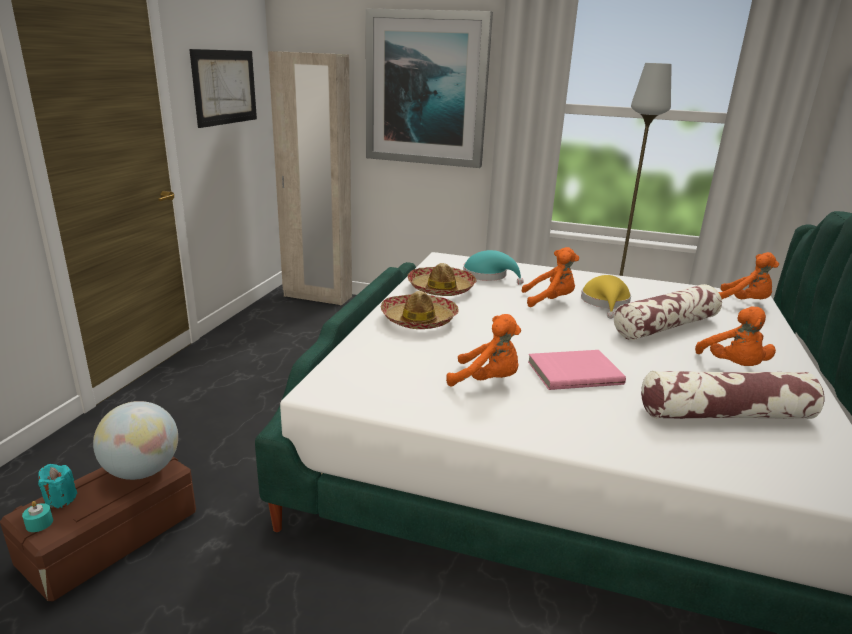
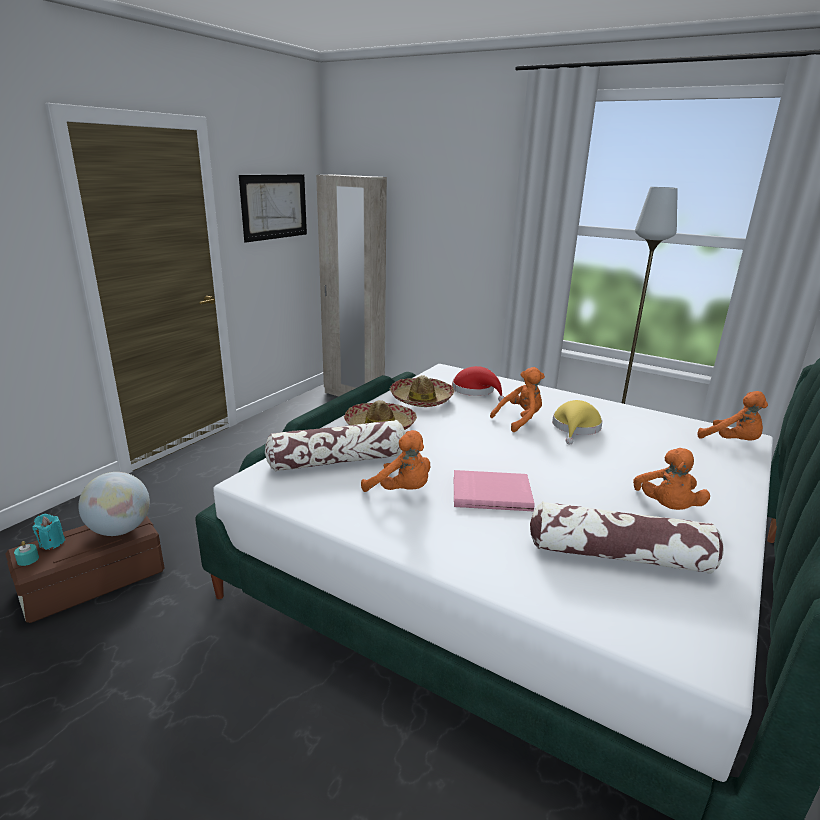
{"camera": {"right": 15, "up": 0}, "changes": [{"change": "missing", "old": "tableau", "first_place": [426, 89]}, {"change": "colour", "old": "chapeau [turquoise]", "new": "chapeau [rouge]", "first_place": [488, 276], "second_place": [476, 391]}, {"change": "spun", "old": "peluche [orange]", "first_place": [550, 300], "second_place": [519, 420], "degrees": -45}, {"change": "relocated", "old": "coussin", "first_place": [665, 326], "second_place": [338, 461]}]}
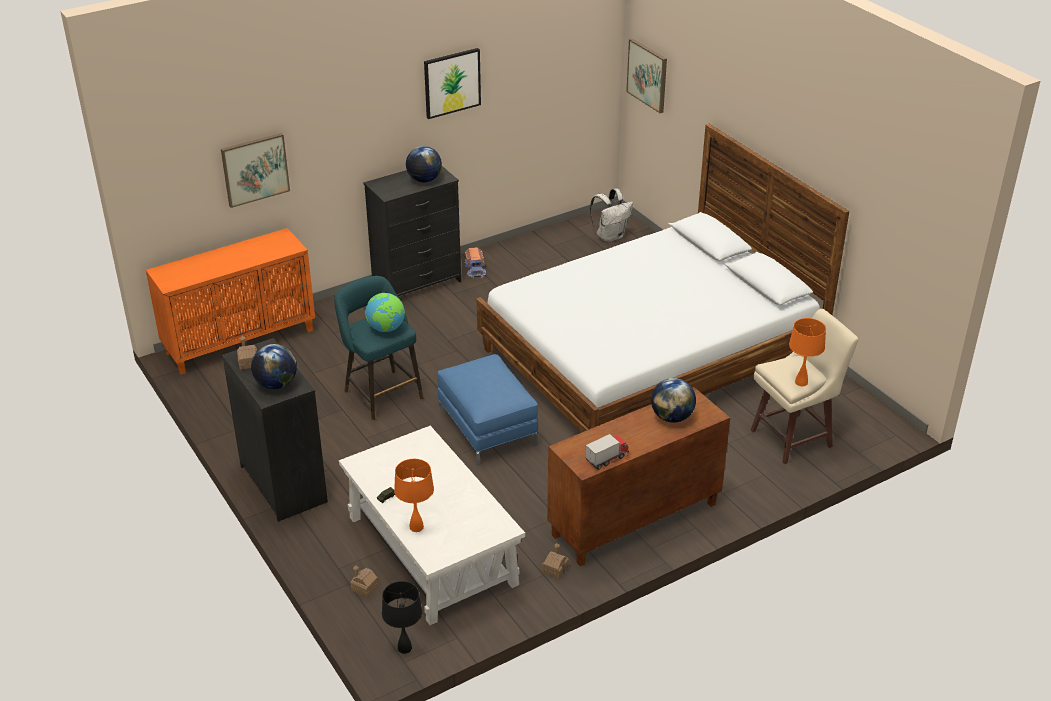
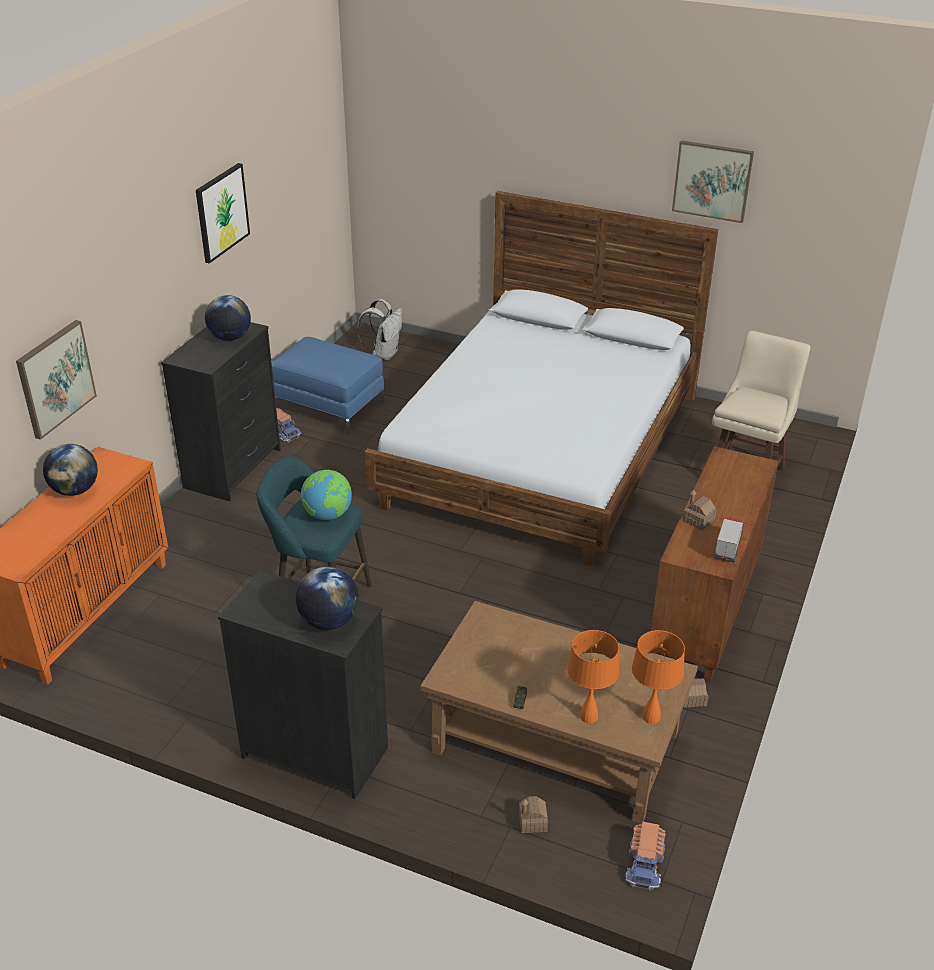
{"camera": {"right": -35, "up": 0}, "changes": [{"change": "relocated", "old": "maison miniature", "first_place": [248, 362], "second_place": [698, 520]}, {"change": "colour", "old": "table basse [blanc]", "new": "table basse [marron]", "first_place": [433, 550], "second_place": [556, 741]}, {"change": "exchanged", "old": "lampe de table [noir]", "new": "camion jouet", "first_place": [405, 648], "second_place": [645, 864]}, {"change": "relocated", "old": "pouf [bleu]", "first_place": [487, 428], "second_place": [328, 406]}, {"change": "relocated", "old": "tableau", "first_place": [647, 75], "second_place": [712, 181]}, {"change": "relocated", "old": "globe", "first_place": [672, 417], "second_place": [75, 490]}, {"change": "relocated", "old": "lampe de table [orange]", "first_place": [801, 382], "second_place": [651, 717]}]}
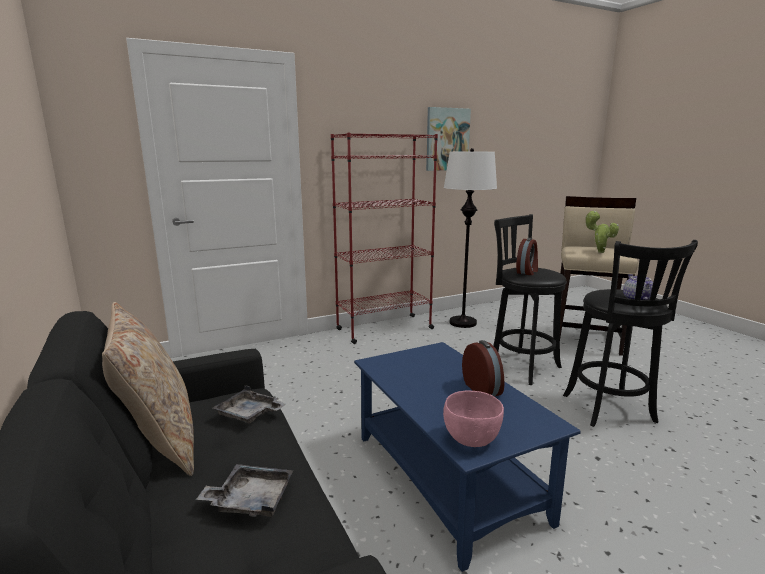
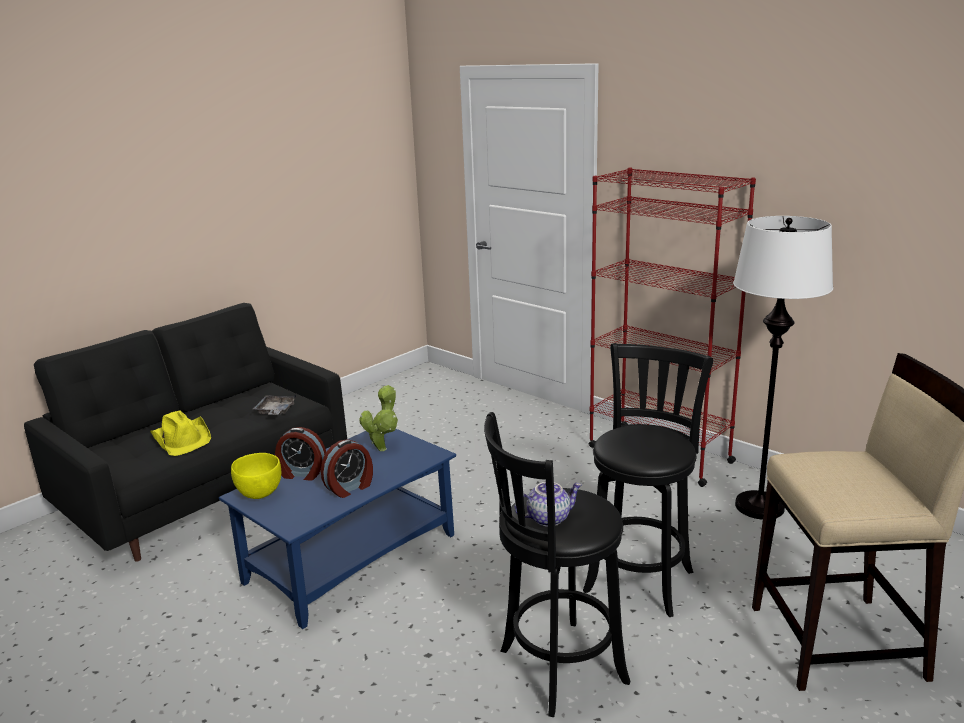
{"camera": {"right": 70, "up": 5}, "changes": [{"change": "missing", "old": "coussin [beige]", "first_place": [159, 440]}, {"change": "exchanged", "old": "plateau [gris]", "new": "chapeau [jaune]", "first_place": [250, 500], "second_place": [182, 439]}, {"change": "missing", "old": "tableau", "first_place": [447, 139]}, {"change": "colour", "old": "bol [rose]", "new": "bol [jaune]", "first_place": [471, 439], "second_place": [259, 493]}, {"change": "relocated", "old": "réveil", "first_place": [527, 272], "second_place": [302, 474]}, {"change": "relocated", "old": "plante en pot", "first_place": [598, 252], "second_place": [383, 448]}]}
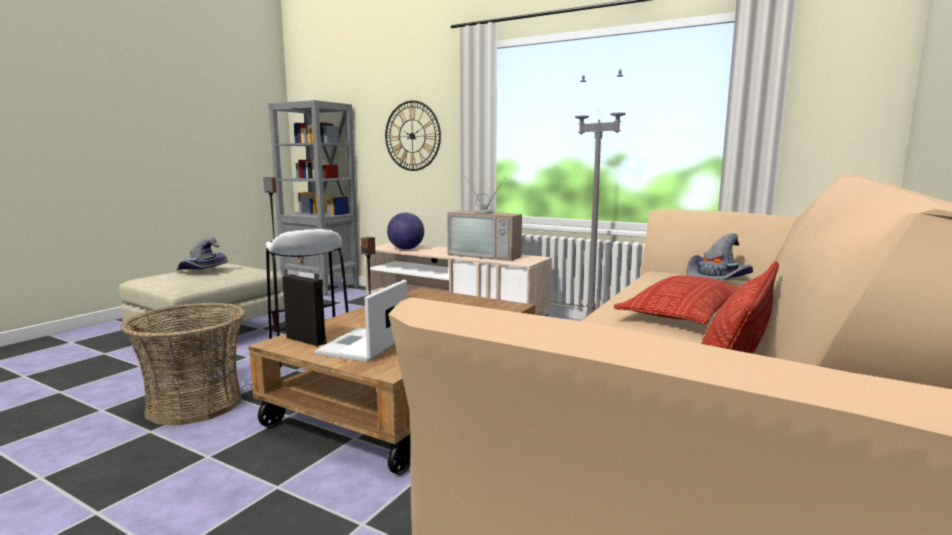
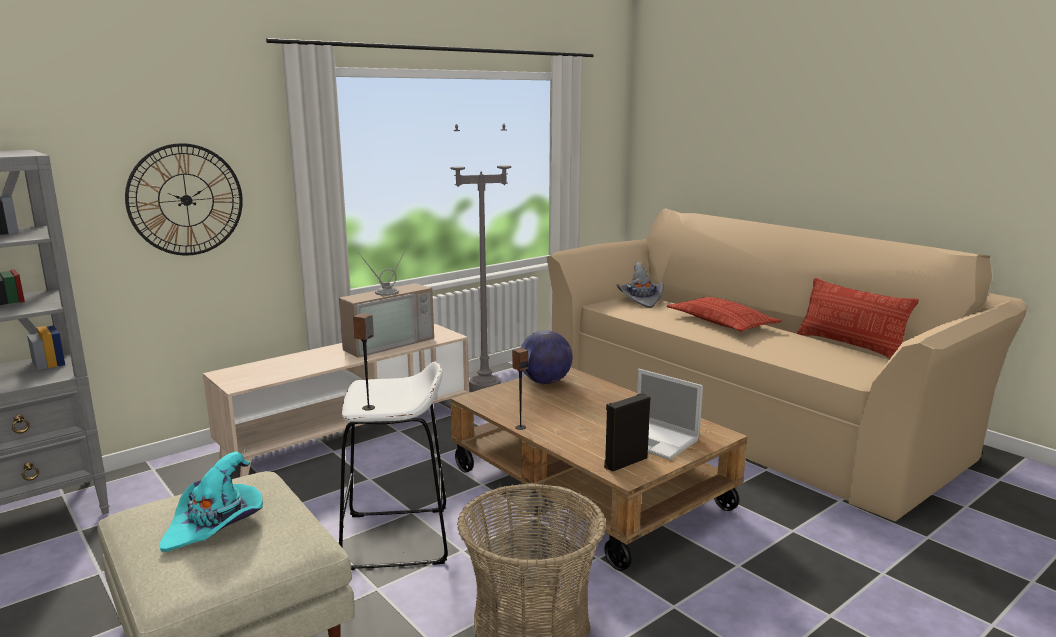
{"camera": {"right": -70, "up": 5}, "changes": [{"change": "colour", "old": "chapeau [gris]", "new": "chapeau [turquoise]", "first_place": [202, 271], "second_place": [216, 525]}, {"change": "relocated", "old": "globe", "first_place": [406, 249], "second_place": [545, 382]}]}
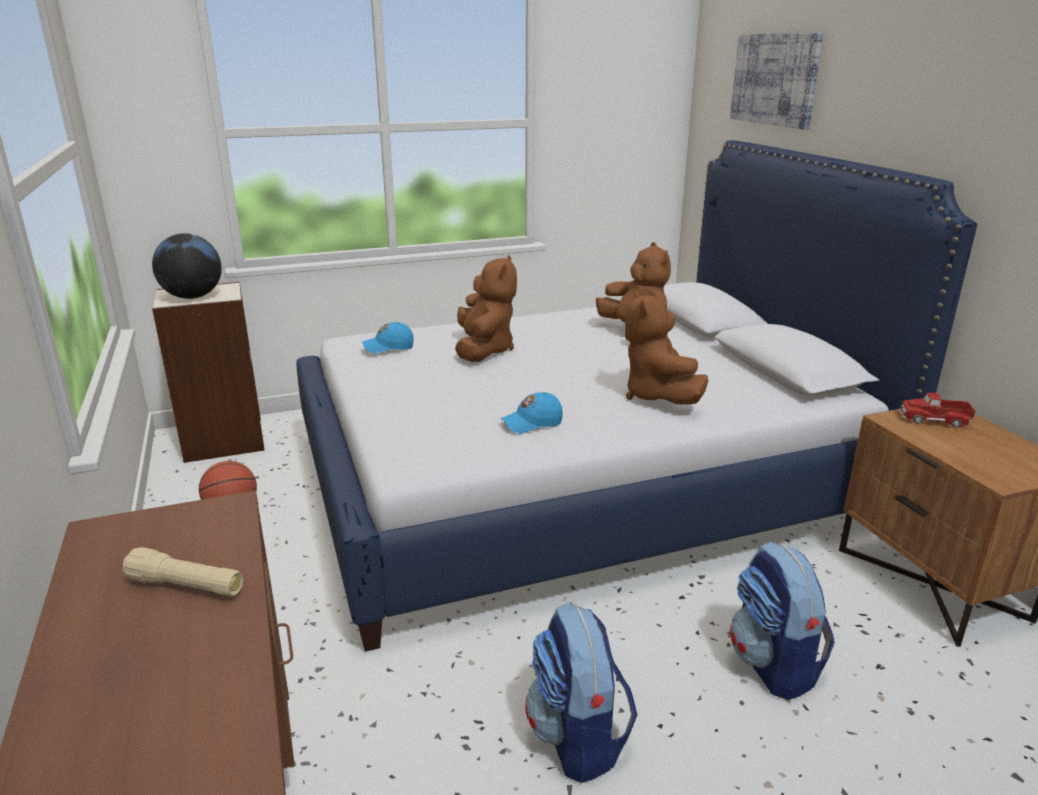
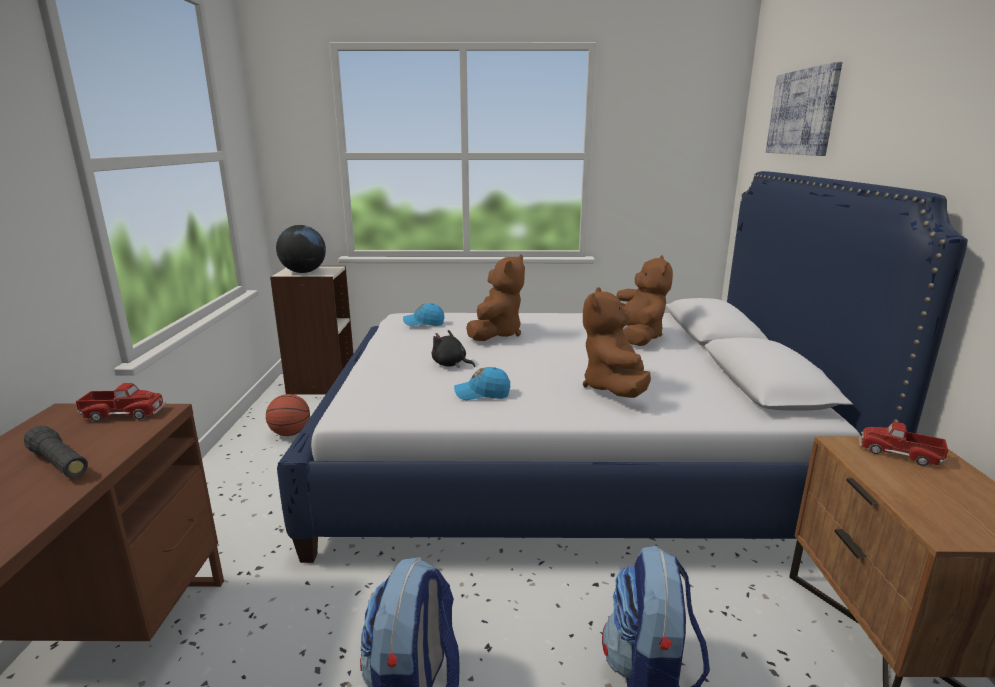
{"camera": {"right": 20, "up": -5}, "changes": [{"change": "colour", "old": "lampe de poche [beige]", "new": "lampe de poche [noir]", "first_place": [186, 586], "second_place": [59, 463]}, {"change": "appeared", "new": "camion jouet", "second_place": [124, 413]}, {"change": "appeared", "new": "peluche [noir]", "second_place": [451, 364]}]}
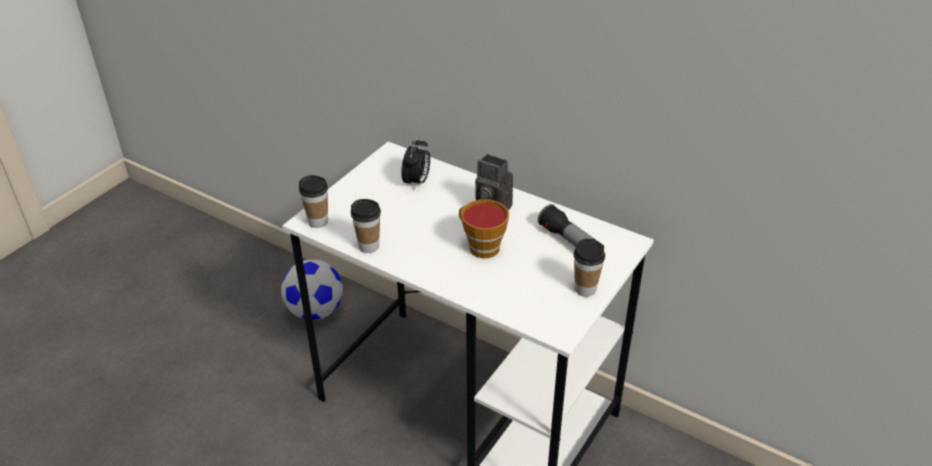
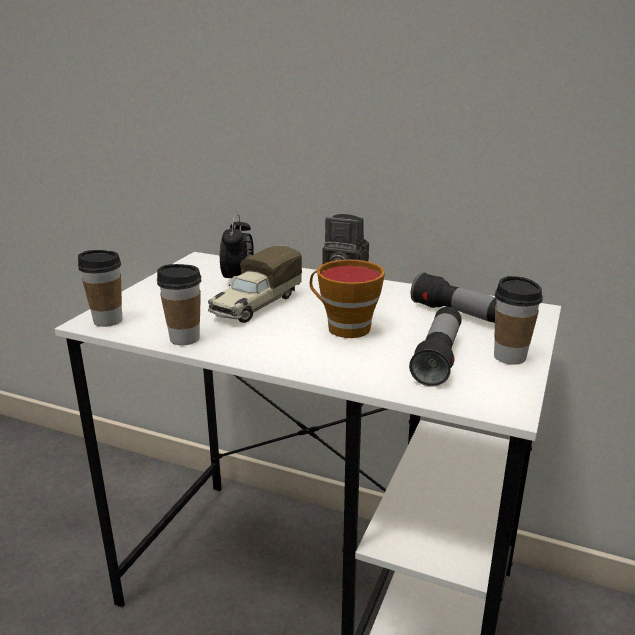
{"camera": {"right": -10, "up": -15}, "changes": [{"change": "missing", "old": "ballon de foot", "first_place": [315, 311]}, {"change": "appeared", "new": "camion jouet", "second_place": [255, 305]}, {"change": "appeared", "new": "lampe de poche", "second_place": [438, 358]}]}
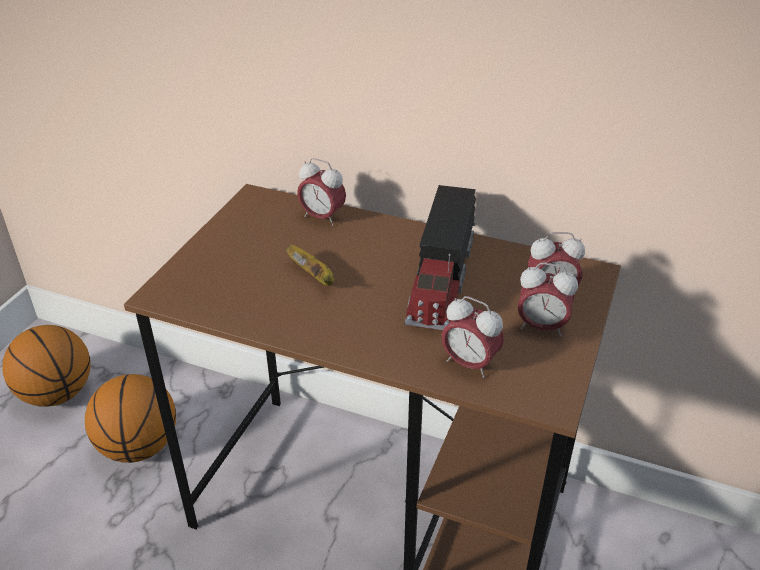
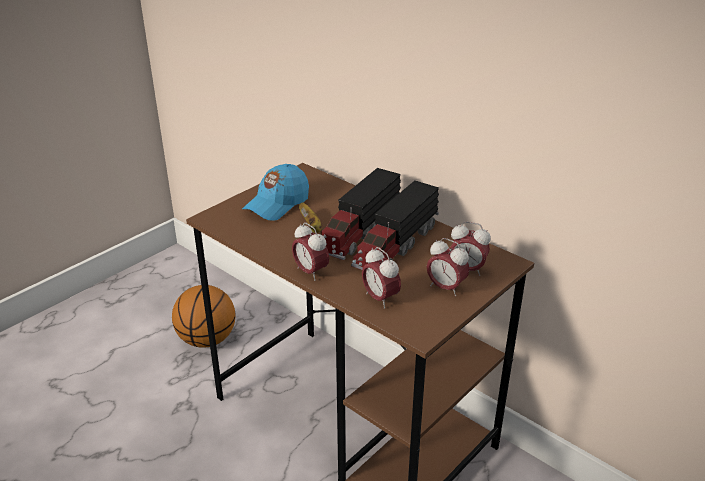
{"camera": {"right": 20, "up": -5}, "changes": [{"change": "missing", "old": "ballon de basket", "first_place": [57, 393]}, {"change": "relocated", "old": "réveil", "first_place": [322, 217], "second_place": [311, 272]}, {"change": "appeared", "new": "casquette [bleu]", "second_place": [277, 204]}, {"change": "appeared", "new": "camion jouet", "second_place": [359, 230]}]}
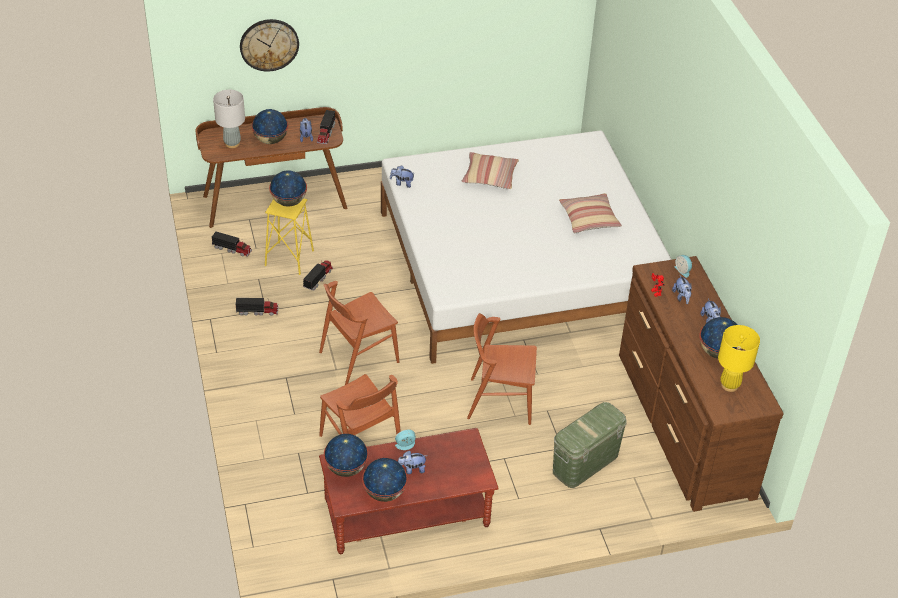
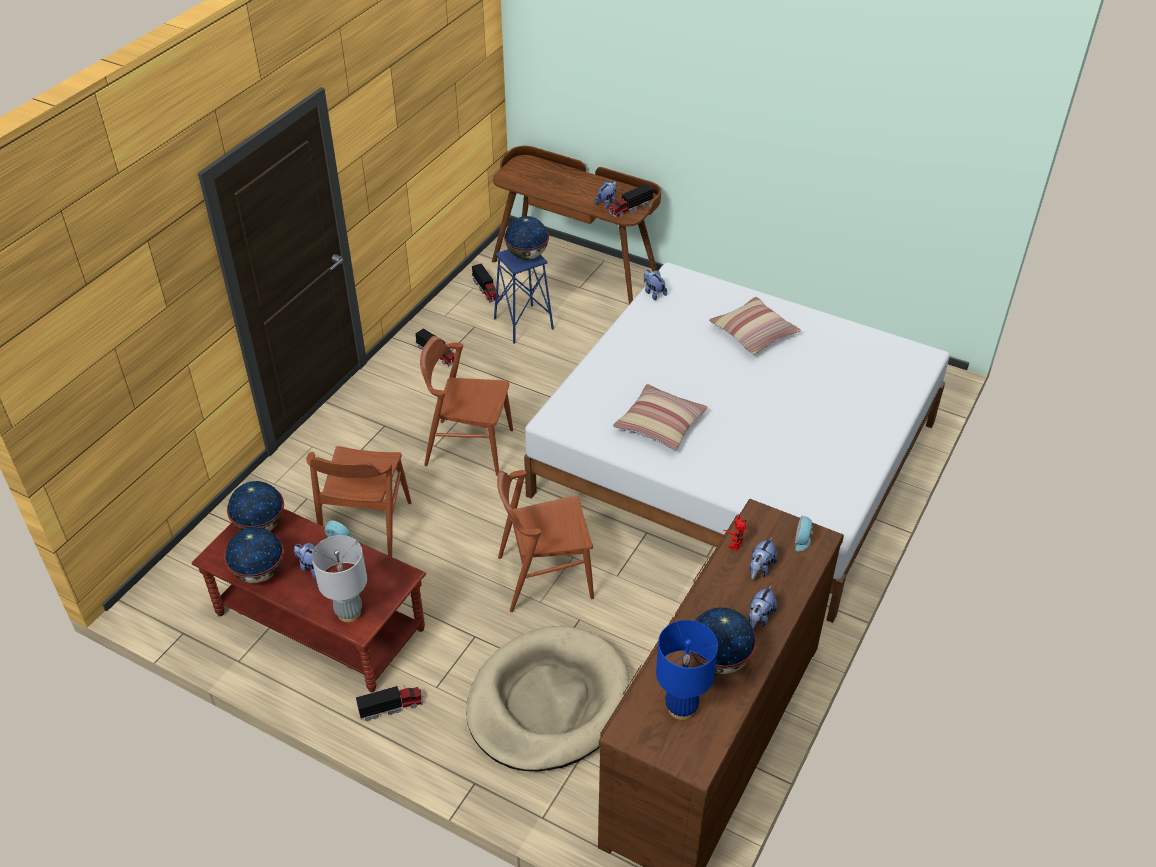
{"camera": {"right": 45, "up": 0}, "changes": [{"change": "relocated", "old": "lampe de table [gris]", "first_place": [232, 144], "second_place": [349, 613]}, {"change": "missing", "old": "horloge murale", "first_place": [269, 44]}, {"change": "missing", "old": "globe", "first_place": [271, 140]}, {"change": "colour", "old": "tabouret [jaune]", "new": "tabouret [bleu]", "first_place": [289, 258], "second_place": [523, 324]}, {"change": "relocated", "old": "camion jouet", "first_place": [318, 278], "second_place": [391, 707]}, {"change": "spun", "old": "chaise [marron]", "first_place": [500, 401], "second_place": [544, 577], "degrees": -60}, {"change": "exchanged", "old": "boîte de rangement [vert]", "new": "panier pour chien [beige]", "first_place": [585, 463], "second_place": [548, 703]}, {"change": "relocated", "old": "coussin", "first_place": [589, 219], "second_place": [660, 424]}, {"change": "colour", "old": "lampe de table [jaune]", "new": "lampe de table [bleu]", "first_place": [729, 385], "second_place": [681, 708]}]}
